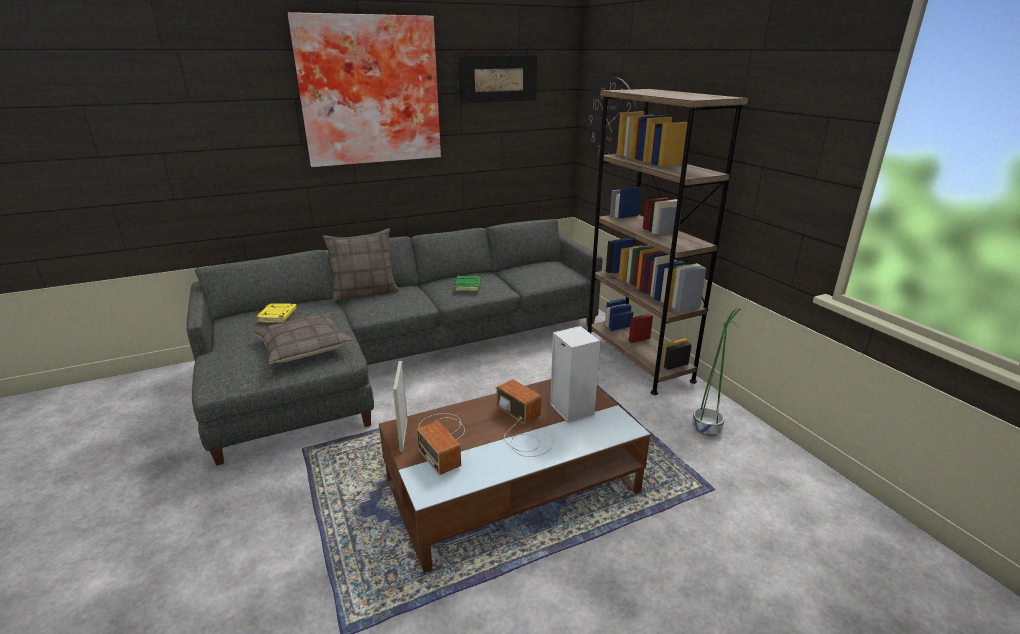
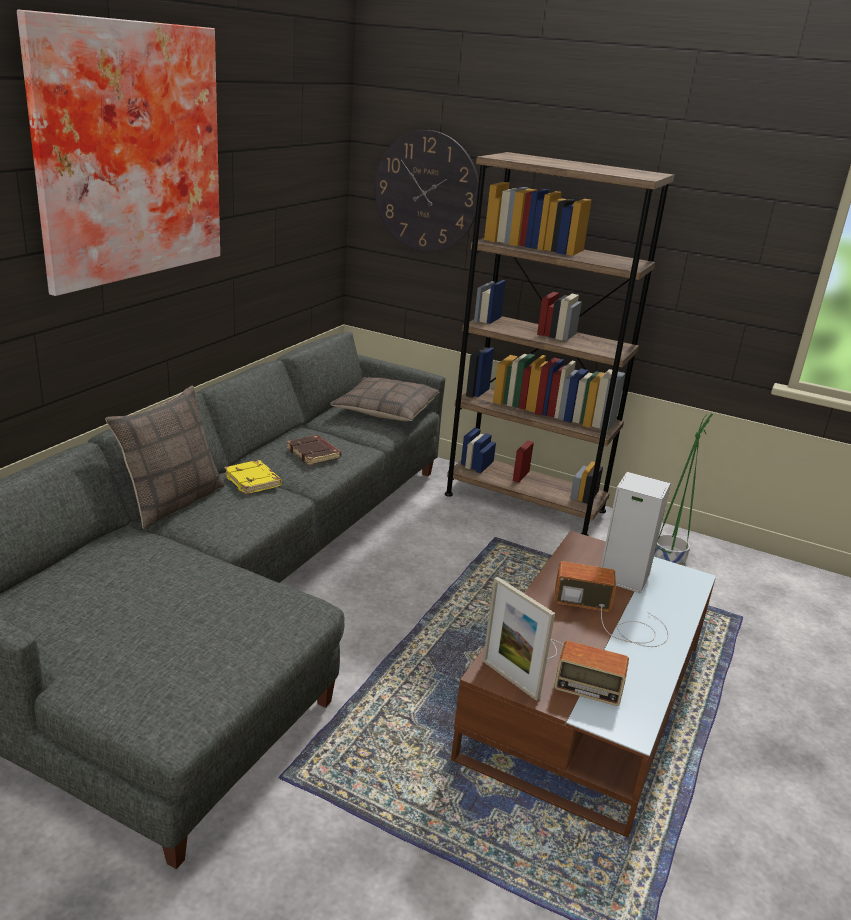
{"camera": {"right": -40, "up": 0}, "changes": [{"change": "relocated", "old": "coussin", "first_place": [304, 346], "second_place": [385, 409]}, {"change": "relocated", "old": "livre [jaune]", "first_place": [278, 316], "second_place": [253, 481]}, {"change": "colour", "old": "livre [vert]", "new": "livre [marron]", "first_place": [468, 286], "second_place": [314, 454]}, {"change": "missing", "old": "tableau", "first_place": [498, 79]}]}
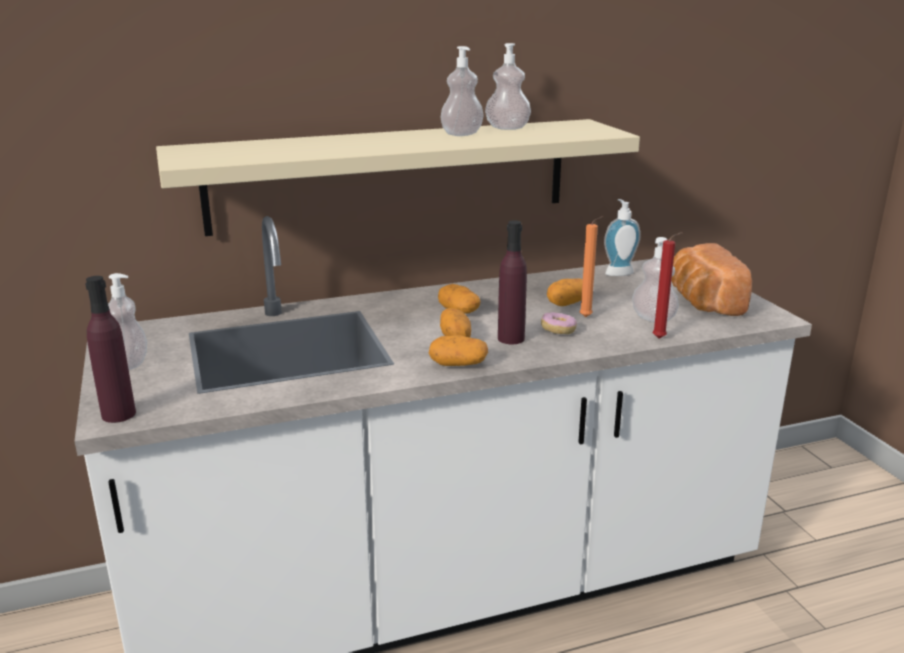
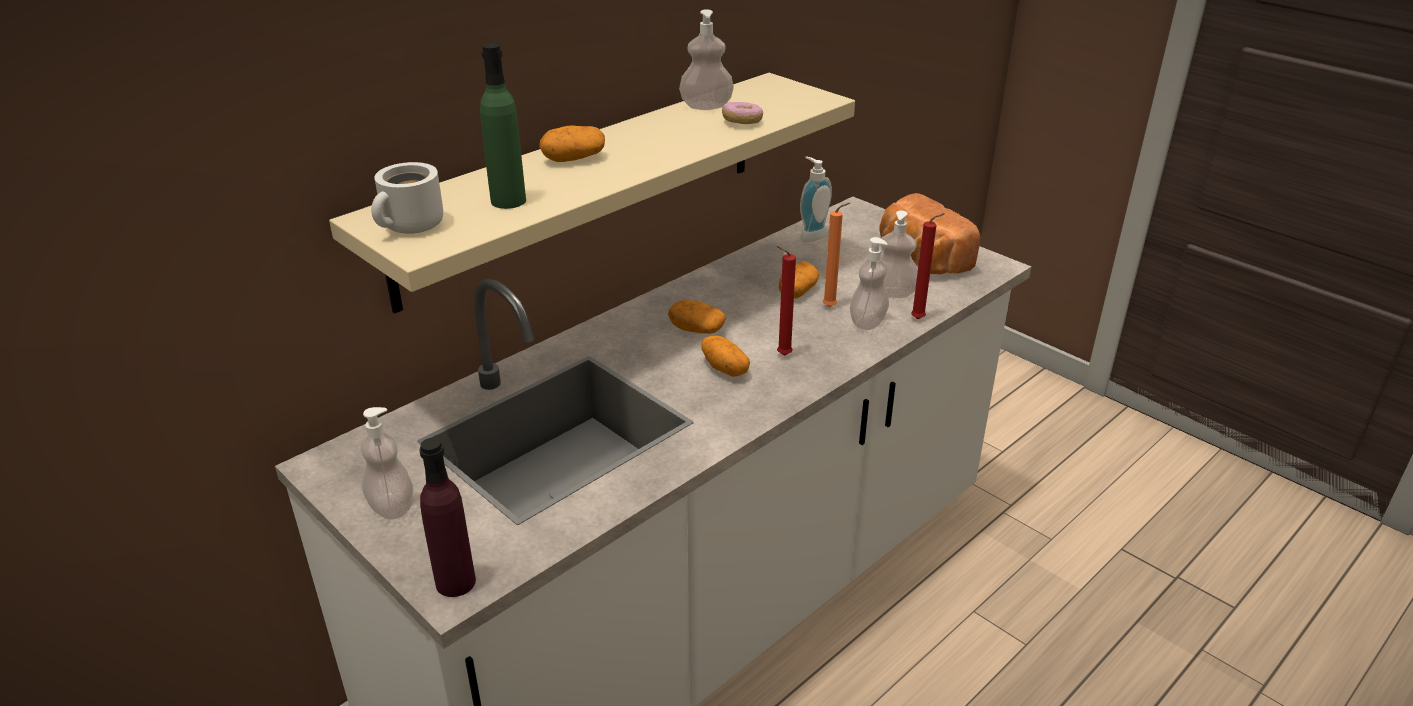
{"camera": {"right": -25, "up": 10}, "changes": [{"change": "relocated", "old": "pomme de terre", "first_place": [458, 364], "second_place": [573, 159]}, {"change": "relocated", "old": "distributeur de savon", "first_place": [462, 134], "second_place": [867, 322]}, {"change": "exchanged", "old": "bouteille [violet]", "new": "bougie [rouge]", "first_place": [511, 338], "second_place": [781, 355]}, {"change": "relocated", "old": "beignet", "first_place": [558, 331], "second_place": [742, 122]}, {"change": "appeared", "new": "mug [blanc]", "second_place": [412, 227]}, {"change": "appeared", "new": "bouteille [vert]", "second_place": [508, 201]}]}
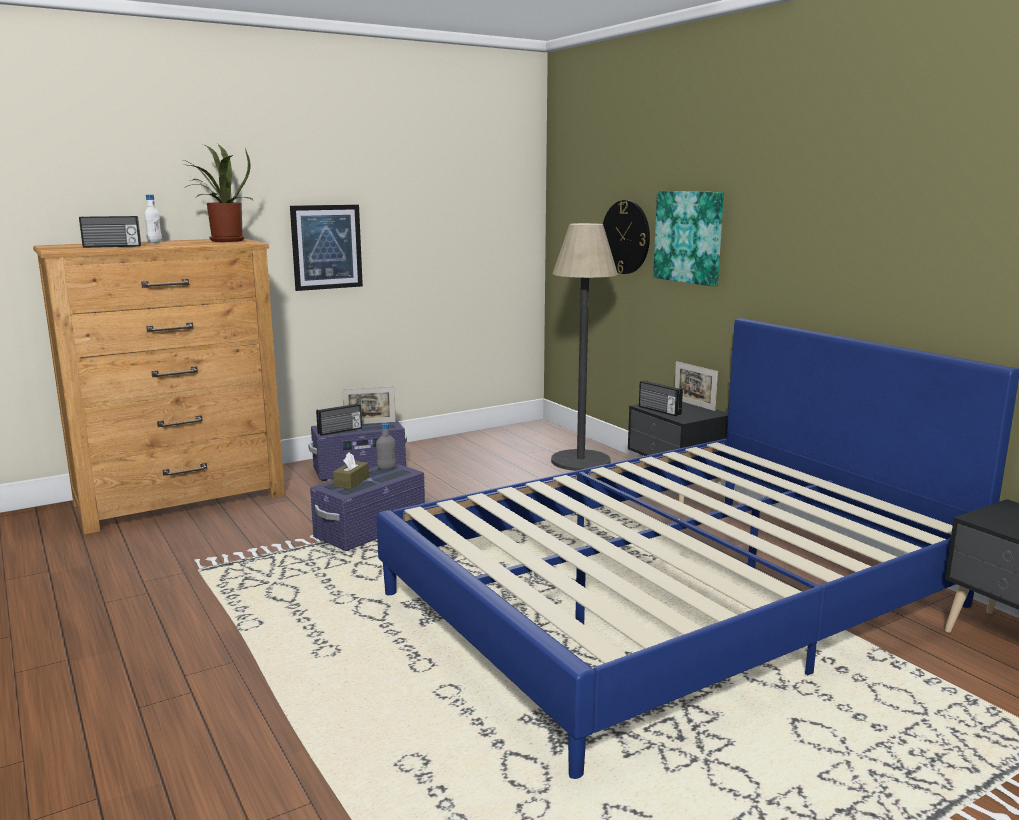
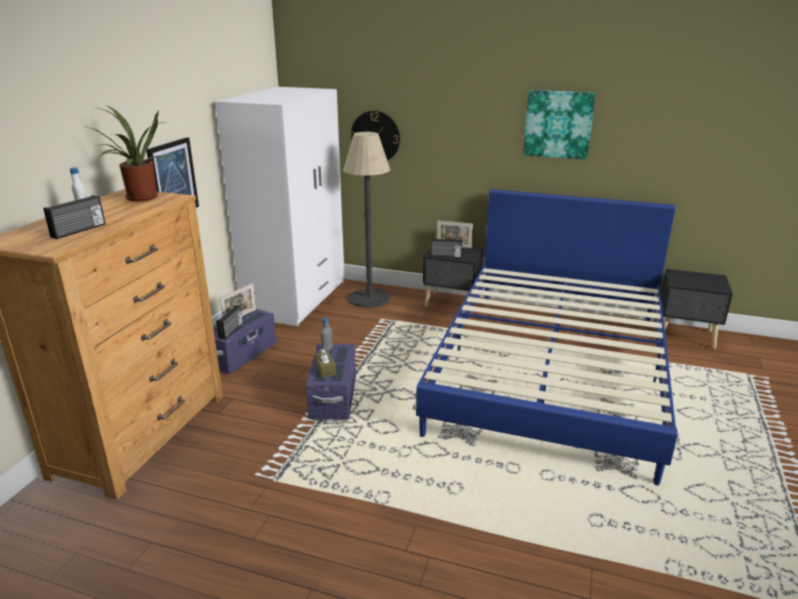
{"camera": {"right": -40, "up": 10}, "changes": [{"change": "relocated", "old": "tableau", "first_place": [689, 237], "second_place": [558, 124]}, {"change": "appeared", "new": "armoire [blanc]", "second_place": [296, 298]}]}
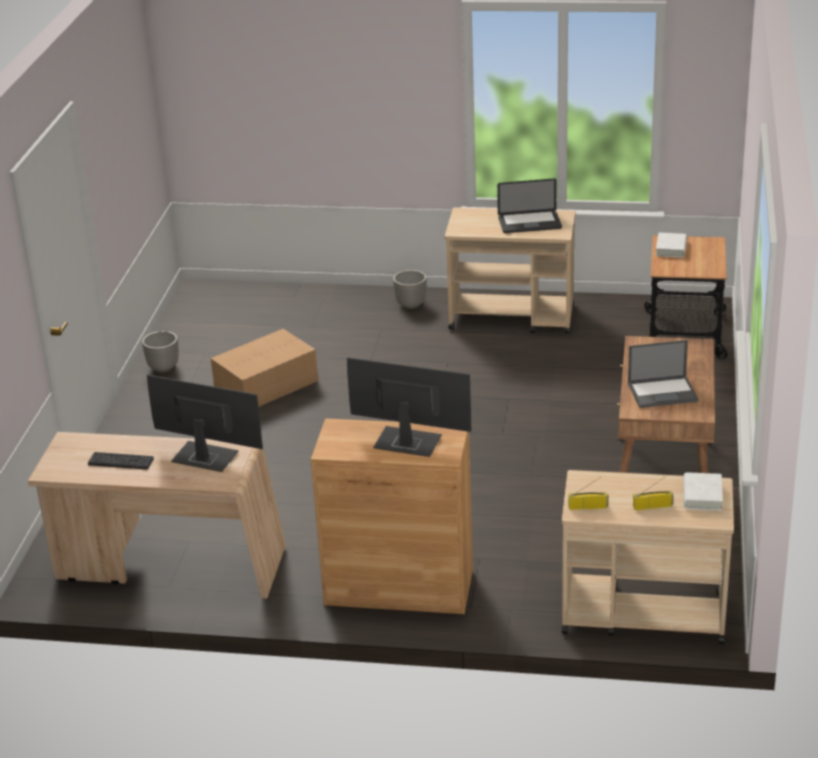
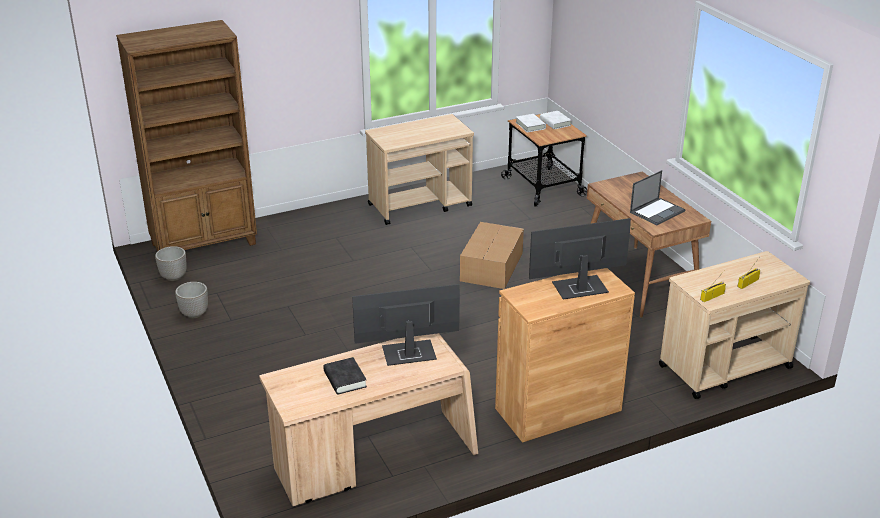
{"camera": {"right": -35, "up": 0}, "changes": [{"change": "exchanged", "old": "clavier", "new": "livre [noir]", "first_place": [120, 461], "second_place": [345, 379]}, {"change": "relocated", "old": "carton", "first_place": [264, 385], "second_place": [490, 267]}, {"change": "relocated", "old": "cache-pot", "first_place": [411, 304], "second_place": [174, 277]}, {"change": "missing", "old": "ordinateur portable", "first_place": [529, 223]}, {"change": "relocated", "old": "livre [blanc]", "first_place": [702, 495], "second_place": [555, 122]}, {"change": "appeared", "new": "bibliothèque [marron]", "second_place": [205, 244]}]}
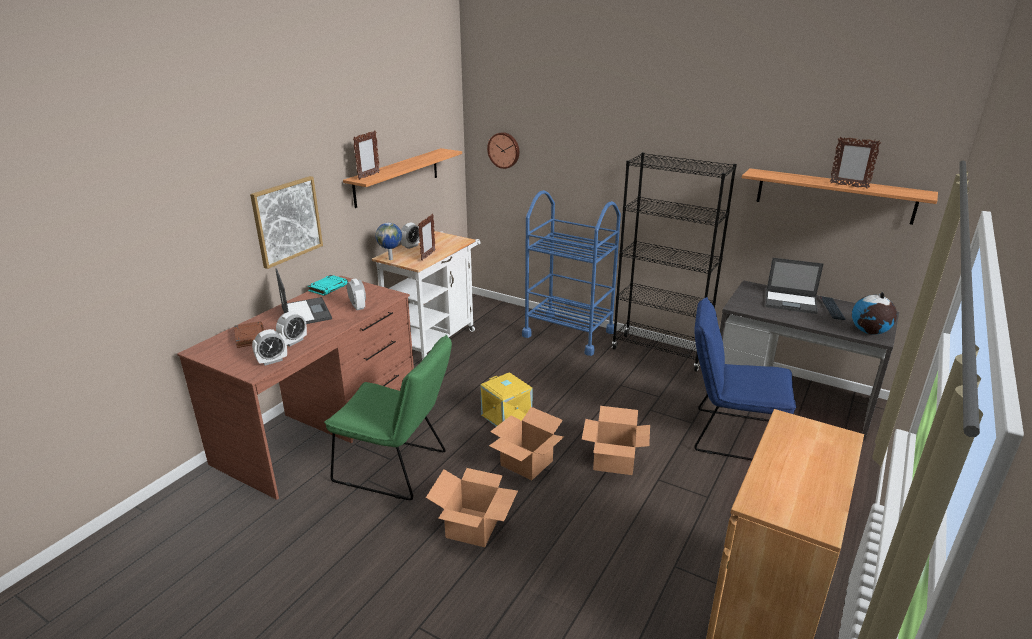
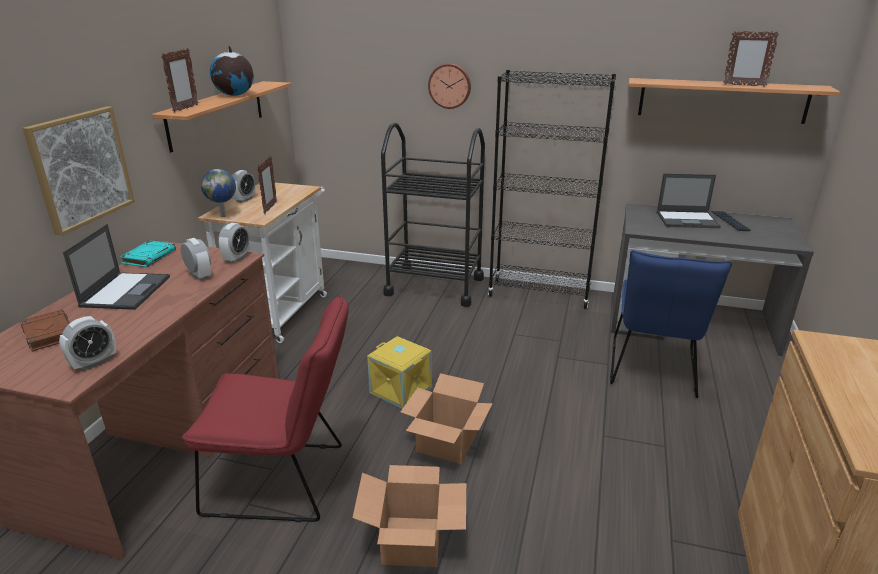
{"camera": {"right": -15, "up": 0}, "changes": [{"change": "spun", "old": "ordinateur portable", "first_place": [305, 312], "second_place": [126, 291], "degrees": 45}, {"change": "relocated", "old": "réveil", "first_place": [293, 342], "second_place": [237, 258]}, {"change": "colour", "old": "chaise [vert]", "new": "chaise [rouge]", "first_place": [397, 468], "second_place": [285, 480]}, {"change": "relocated", "old": "horloge murale", "first_place": [504, 150], "second_place": [450, 86]}, {"change": "colour", "old": "chariot [bleu]", "new": "chariot [noir]", "first_place": [568, 334], "second_place": [434, 286]}, {"change": "missing", "old": "carton", "first_place": [614, 460]}, {"change": "spun", "old": "chaise [bleu]", "first_place": [730, 435], "second_place": [652, 371], "degrees": -75}, {"change": "relocated", "old": "globe", "first_place": [869, 332], "second_place": [234, 95]}]}
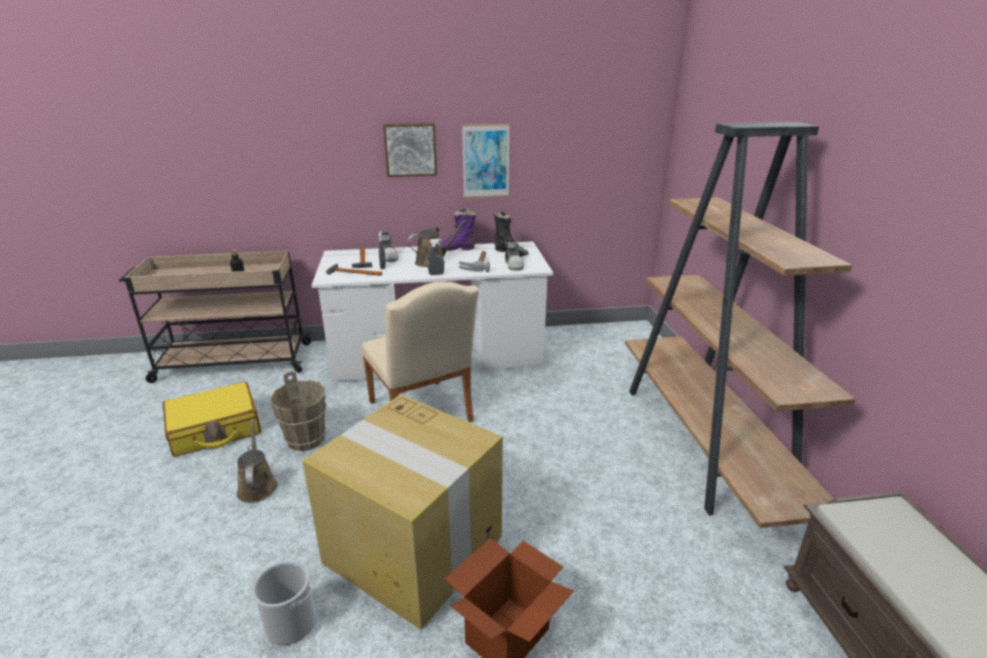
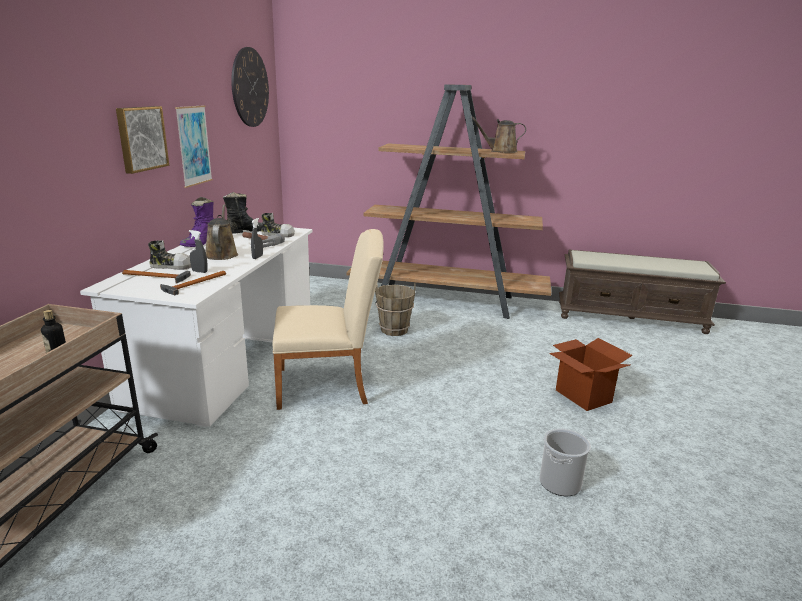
{"camera": {"right": -70, "up": -5}, "changes": [{"change": "missing", "old": "valise [jaune]", "first_place": [215, 429]}, {"change": "relocated", "old": "arrosoir [marron]", "first_place": [257, 486], "second_place": [500, 151]}, {"change": "relocated", "old": "seau [marron]", "first_place": [306, 439], "second_place": [394, 330]}, {"change": "missing", "old": "carton", "first_place": [415, 550]}, {"change": "appeared", "new": "horloge murale", "second_place": [250, 87]}]}
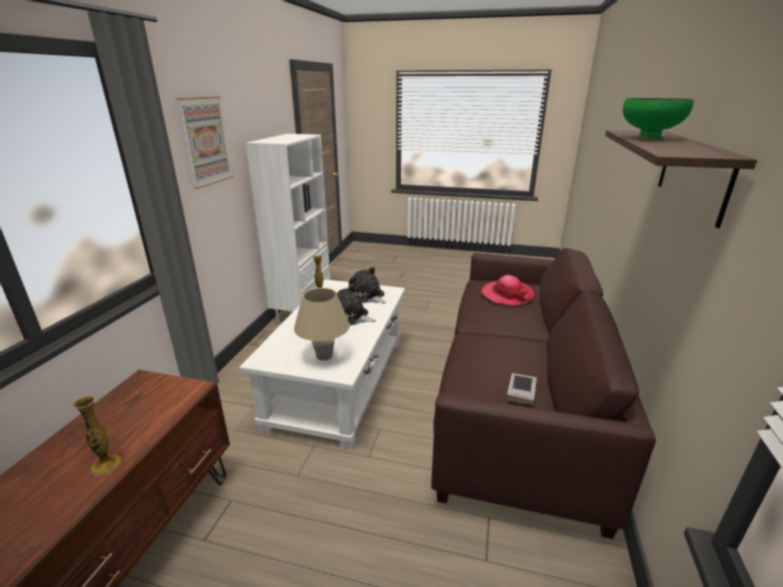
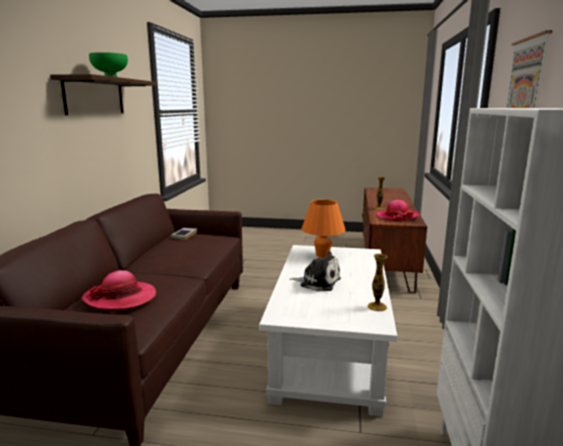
{"camera": {"right": 175, "up": -10}, "changes": [{"change": "colour", "old": "lampe de table [beige]", "new": "lampe de table [orange]", "first_place": [324, 355], "second_place": [322, 255]}, {"change": "missing", "old": "peluche", "first_place": [367, 296]}, {"change": "appeared", "new": "chapeau", "second_place": [397, 216]}]}
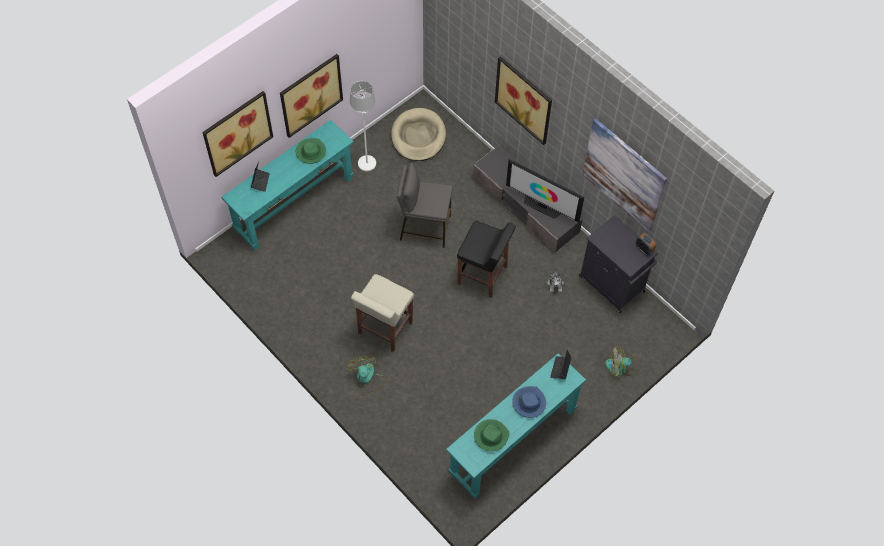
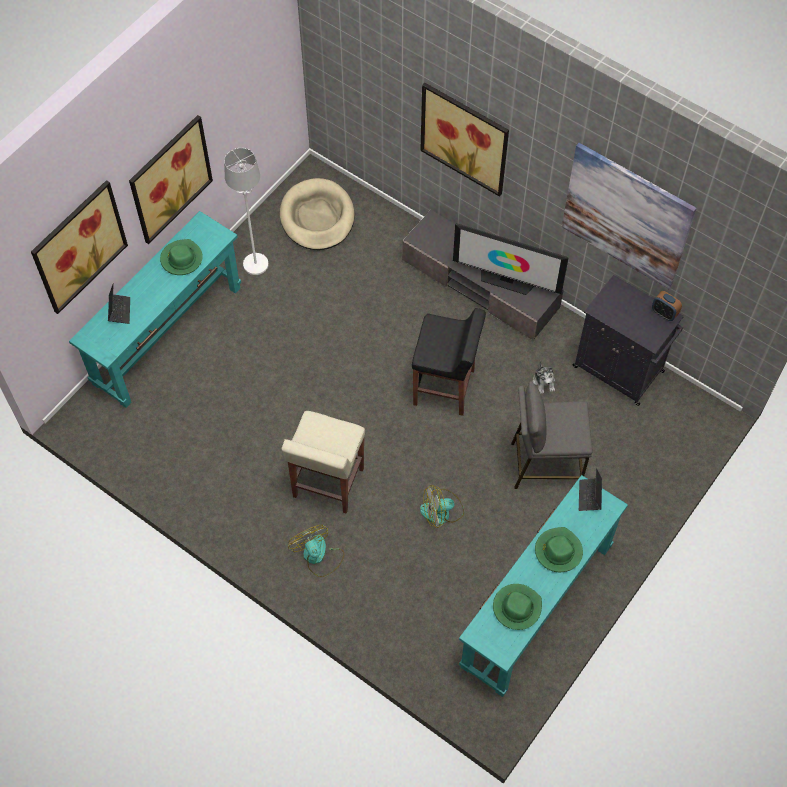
{"camera": {"right": -10, "up": 0}, "changes": [{"change": "relocated", "old": "tabouret [gris]", "first_place": [425, 228], "second_place": [545, 464]}, {"change": "colour", "old": "chapeau [bleu]", "new": "chapeau [vert]", "first_place": [529, 402], "second_place": [558, 551]}, {"change": "relocated", "old": "ventilateur", "first_place": [621, 367], "second_place": [442, 512]}]}
